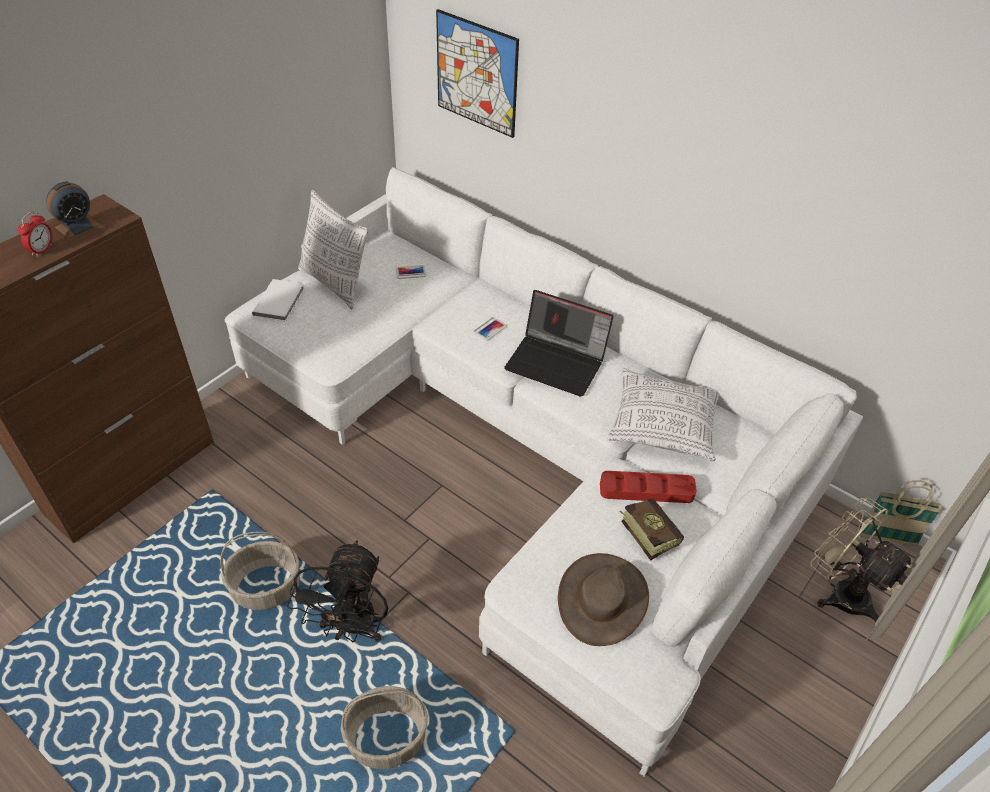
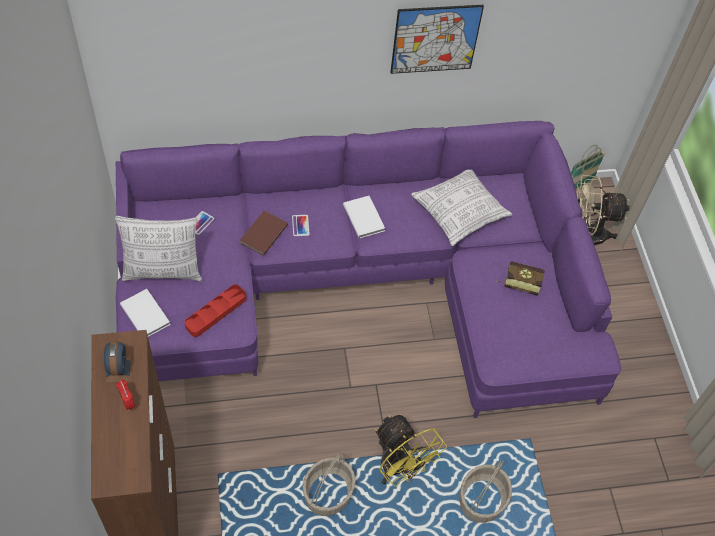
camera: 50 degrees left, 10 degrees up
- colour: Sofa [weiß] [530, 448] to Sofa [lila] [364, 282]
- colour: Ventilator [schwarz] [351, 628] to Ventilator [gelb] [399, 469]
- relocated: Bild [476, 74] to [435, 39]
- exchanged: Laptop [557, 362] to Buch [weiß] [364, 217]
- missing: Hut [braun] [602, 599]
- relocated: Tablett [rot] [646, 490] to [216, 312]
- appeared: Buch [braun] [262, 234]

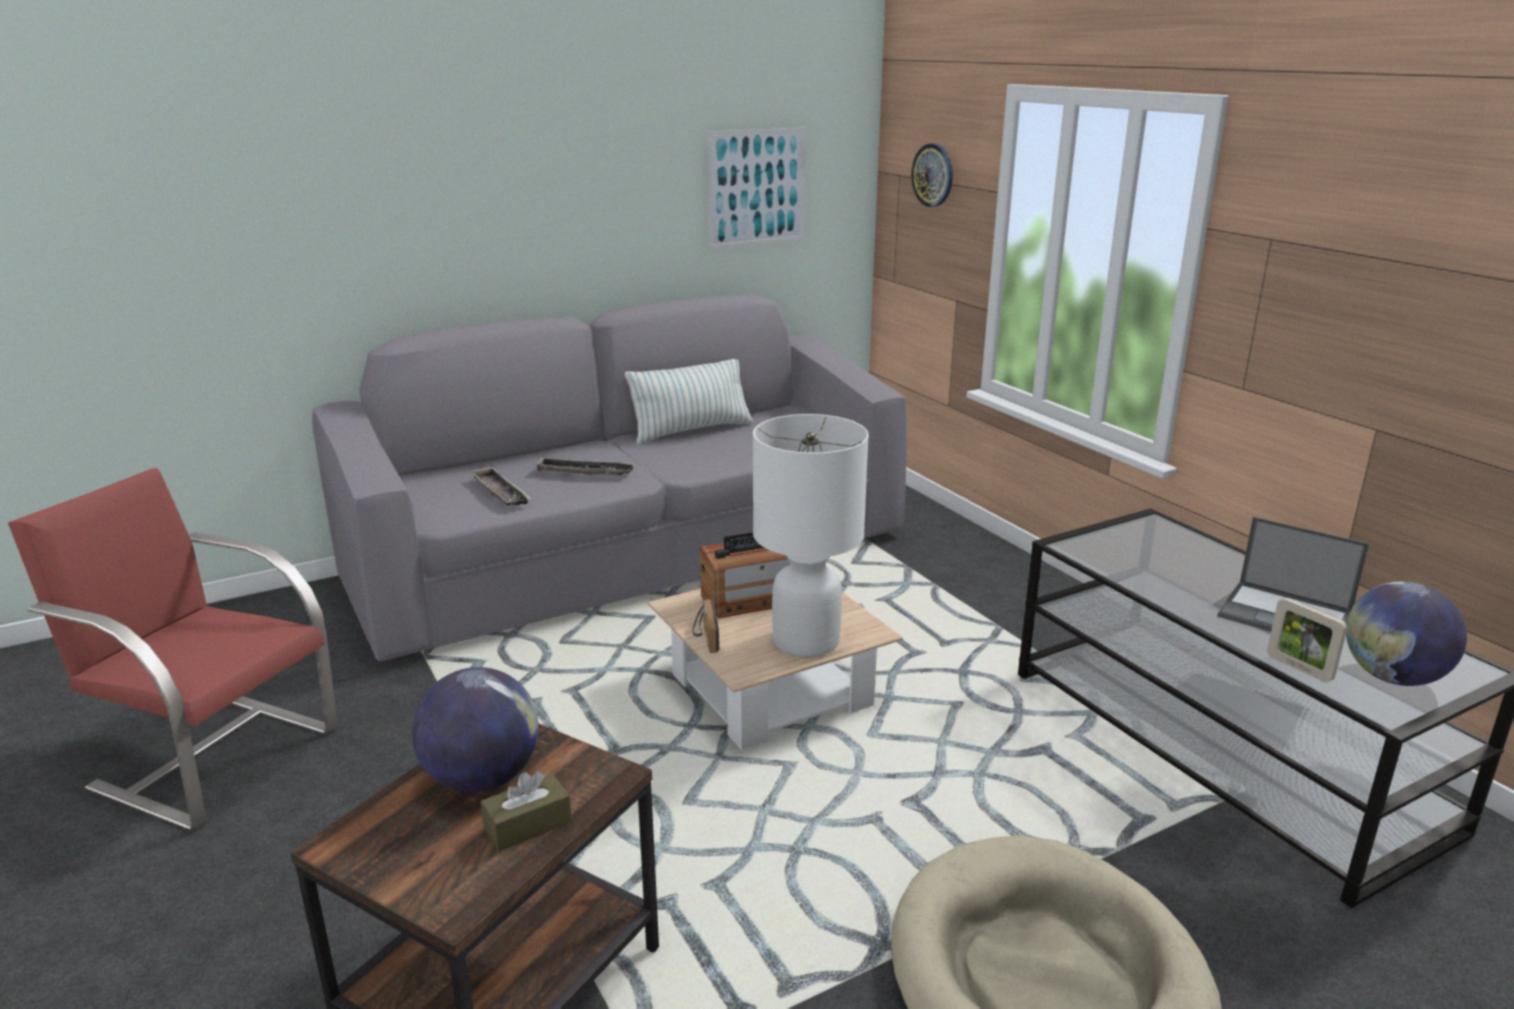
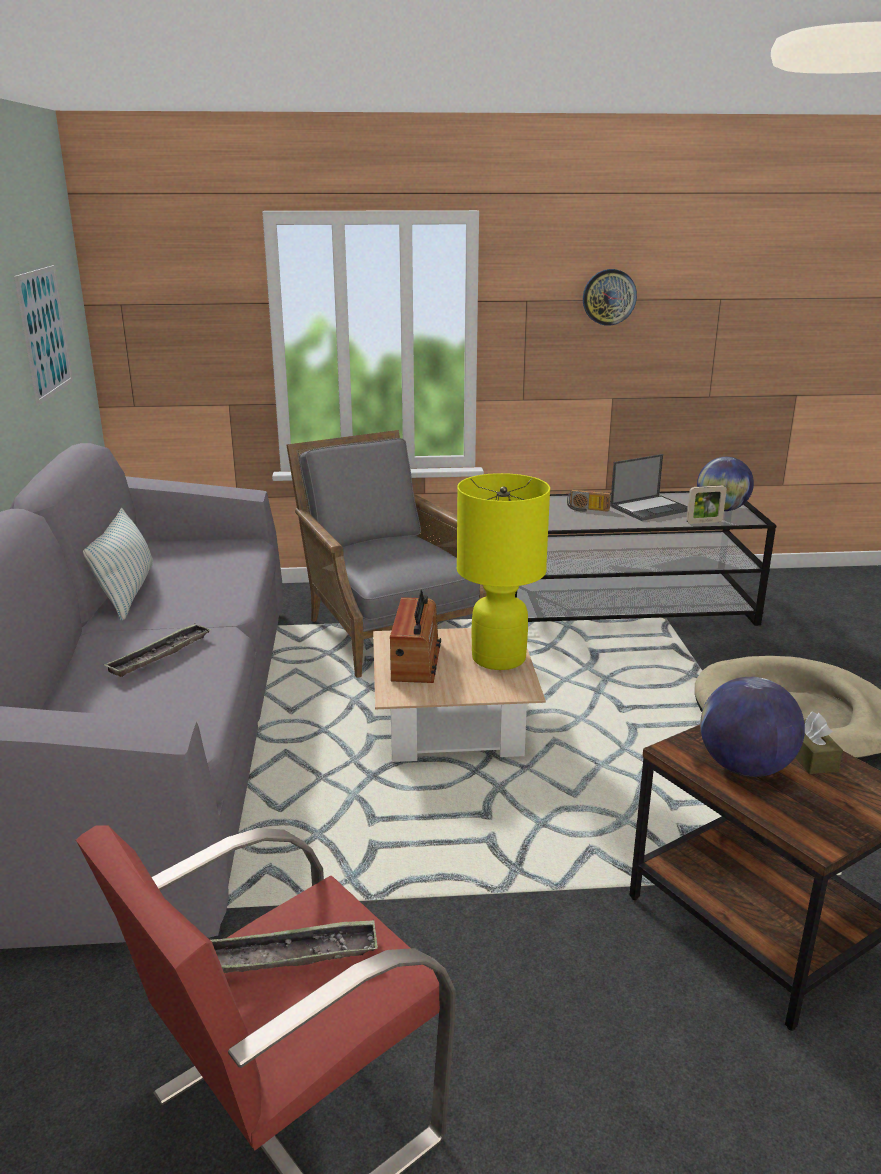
camera: 65 degrees left, 0 degrees up
- relocated: Tablett [500, 492] to [288, 956]
- relocated: Radio [704, 636] to [587, 510]
- colour: Tischlampe [weiß] [806, 642] to Tischlampe [gelb] [499, 658]
- relocated: Wanduhr [933, 175] to [609, 297]
- appeared: Sessel [grau] [385, 627]

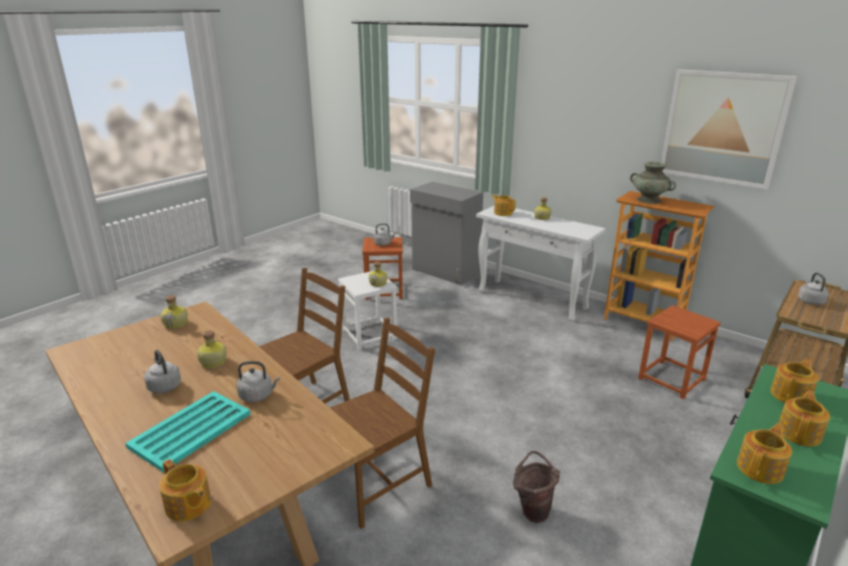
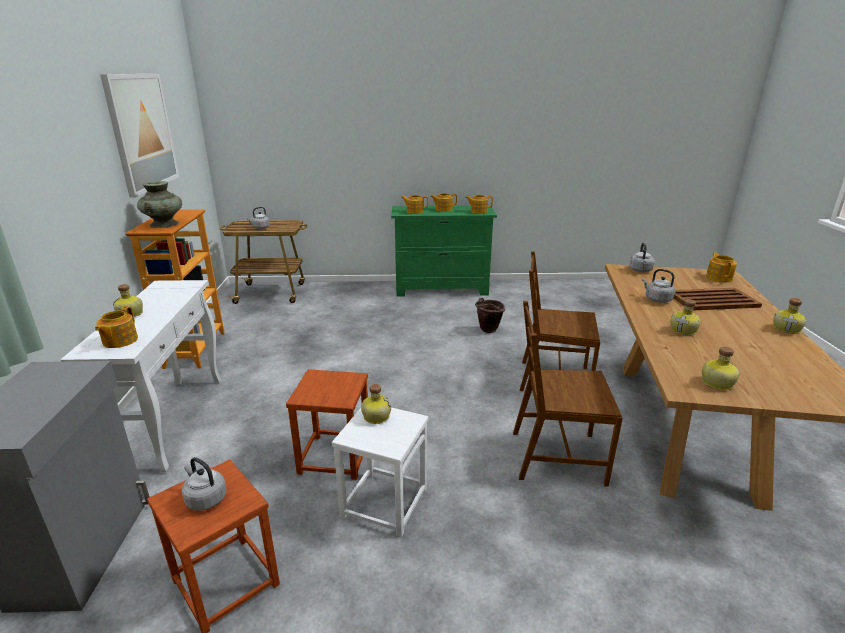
camera: 130 degrees left, 0 degrees up
- colour: Tablett [türkis] [192, 430] to Tablett [braun] [712, 300]
- relocated: Wasserkessel [grau] [164, 386] to [640, 270]
- relocated: Hocker [braun] [671, 379] to [334, 457]
- appeared: Flasche [787, 329]

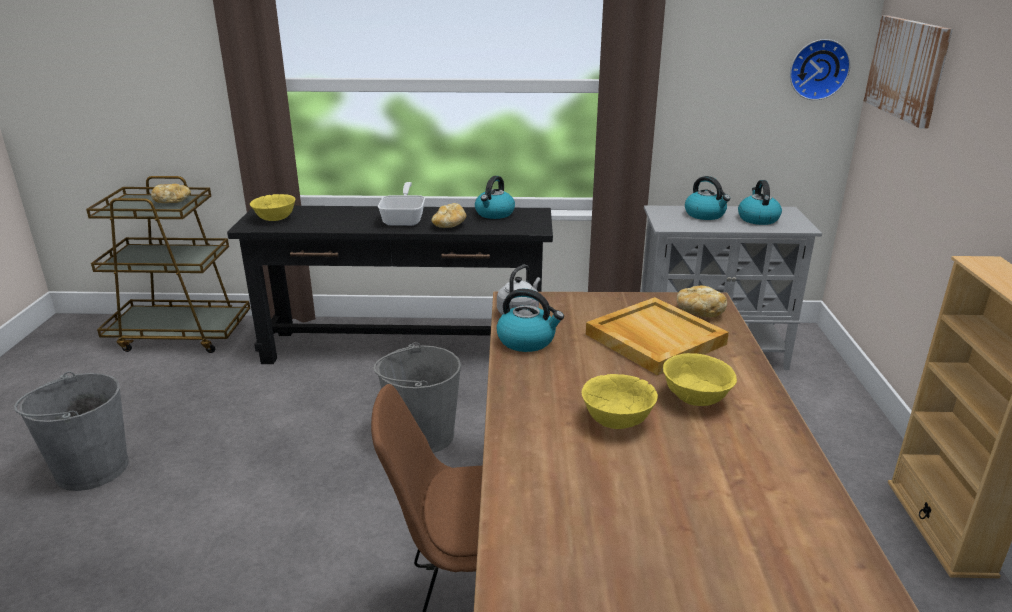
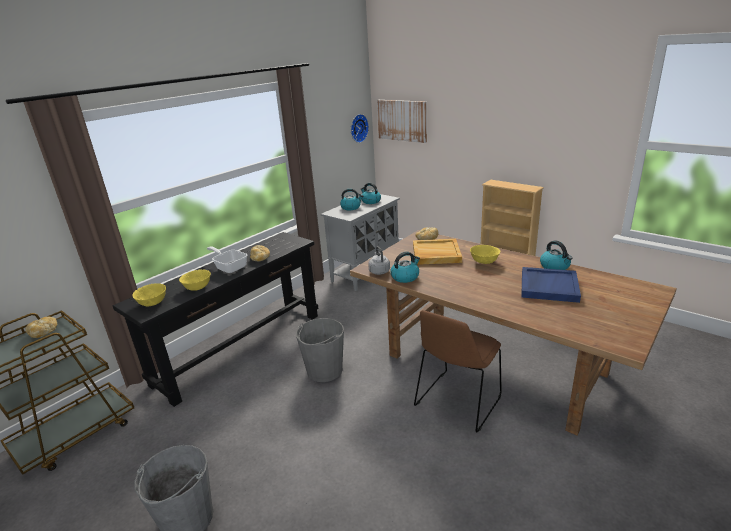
camera: 50 degrees left, 0 degrees up
- relocated: Wasserkessel [494, 214] to [555, 267]
- relocated: Schüssel [gelb] [616, 420] to [197, 288]
- appeared: Tablett [blau] [548, 286]

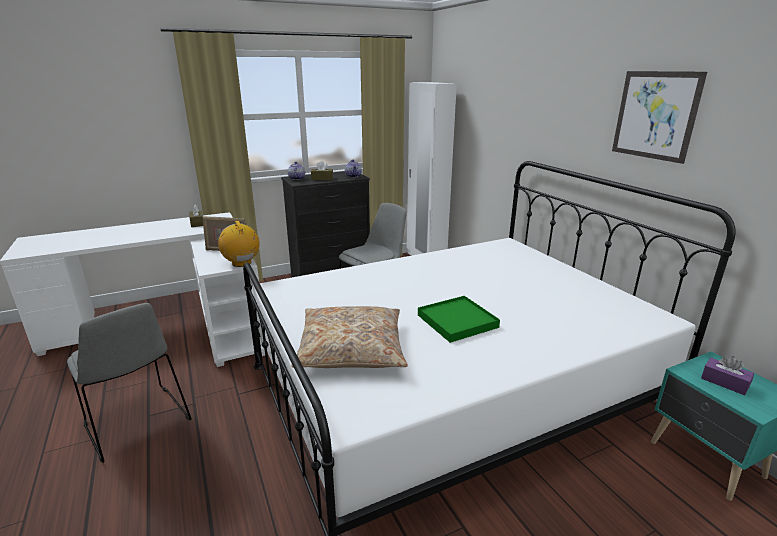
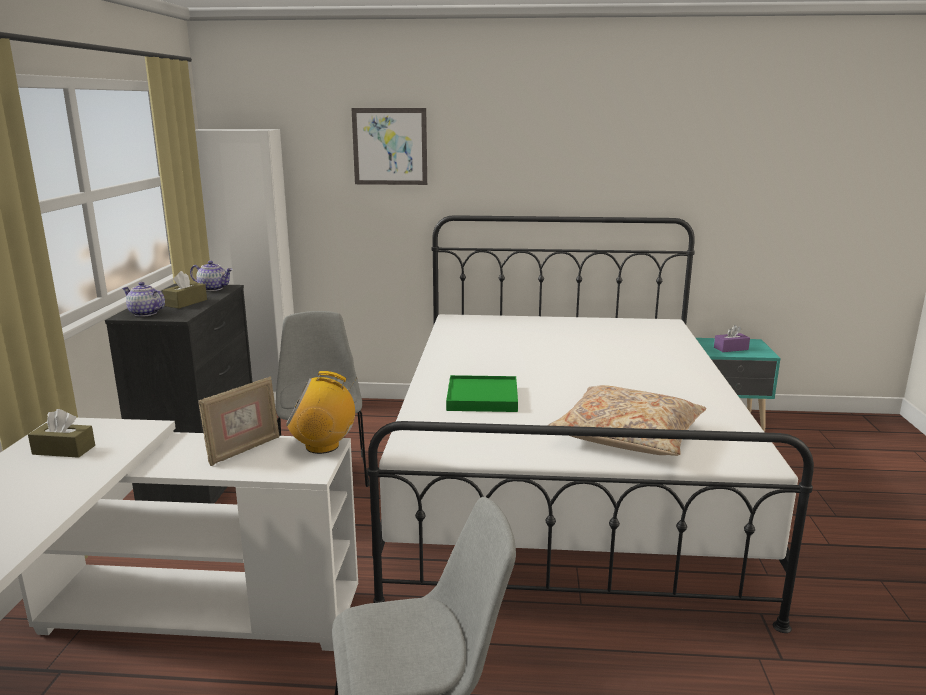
camera: 60 degrees left, 5 degrees down
- relocated: Tablett [grün] [457, 321] to [482, 398]
- relocated: Bild [655, 115] to [390, 146]

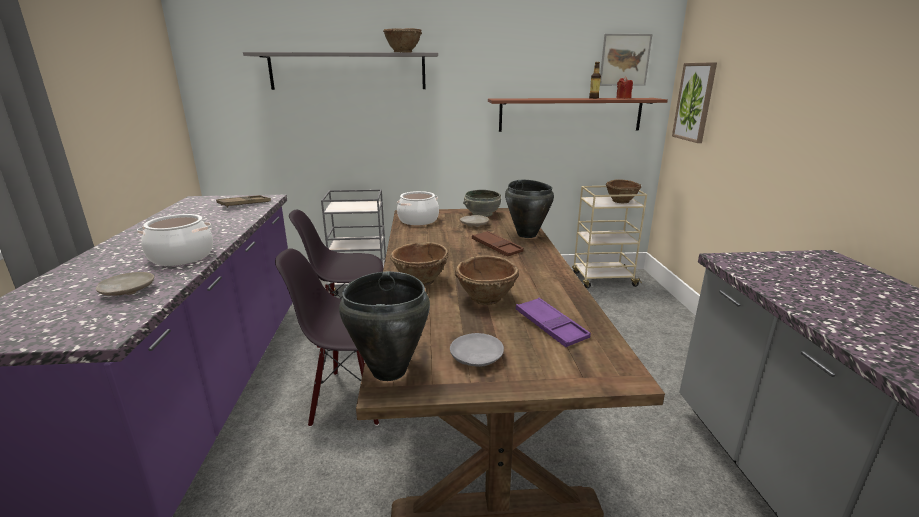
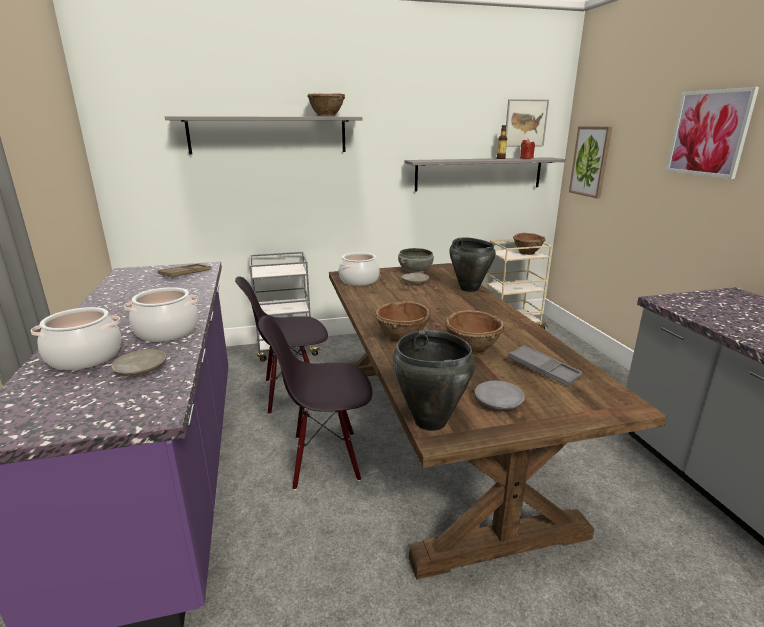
camera: 10 degrees left, 0 degrees up
- missing: Tablett [braun] [496, 247]
- colour: Wandregal [braun] [570, 114] to Wandregal [grau] [479, 174]
- colour: Tablett [lila] [551, 326] to Tablett [grau] [543, 370]
- appeared: Kochtopf [84, 357]
- appeared: Bild [709, 133]

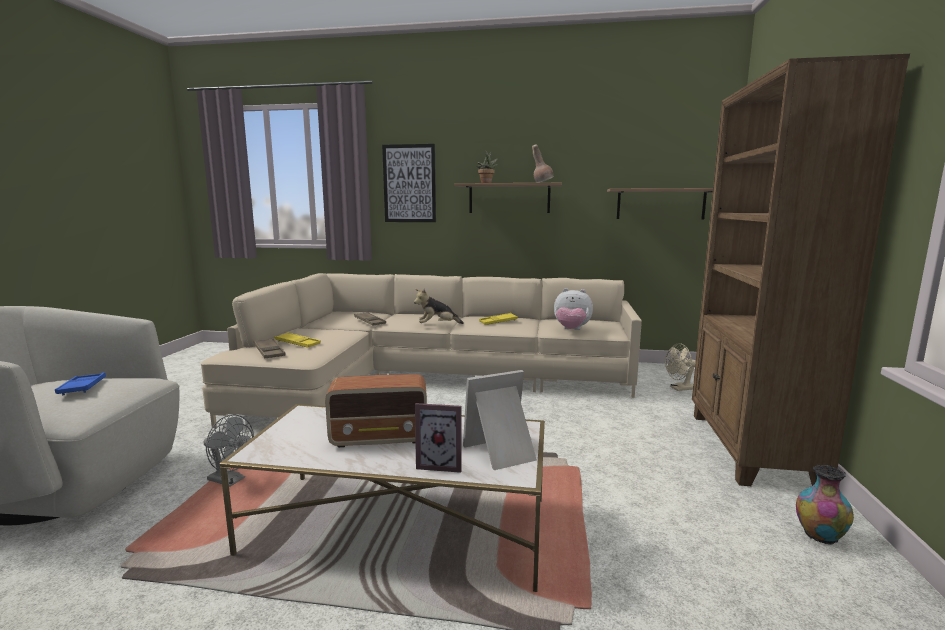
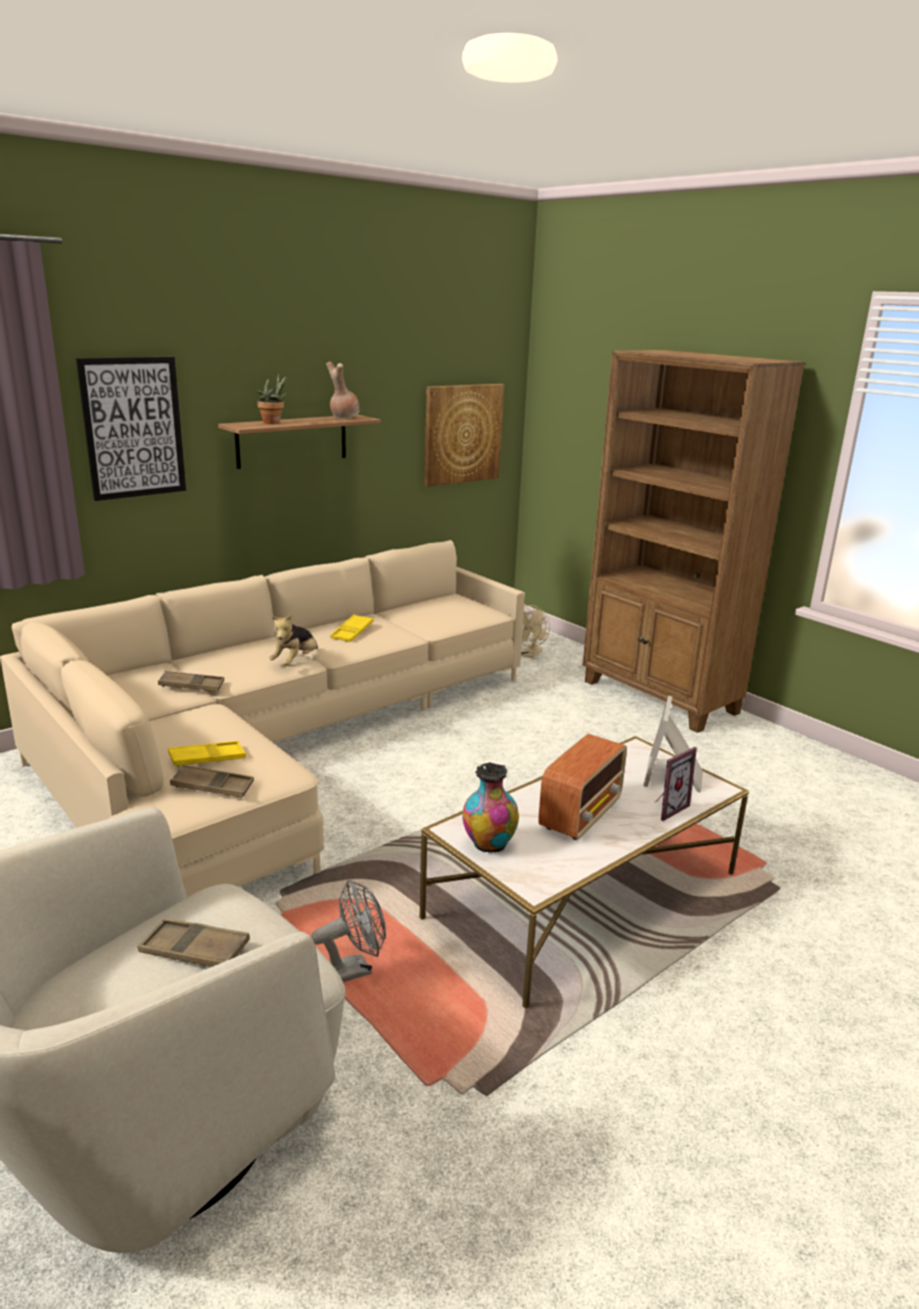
camera: 50 degrees left, 10 degrees up
- colour: Tablett [blau] [82, 387] to Tablett [braun] [194, 950]
- missing: Plüschtier [571, 330]
- exchanged: Wandregal [660, 204] to Bild [462, 434]
- relocated: Vase [819, 535] to [488, 844]

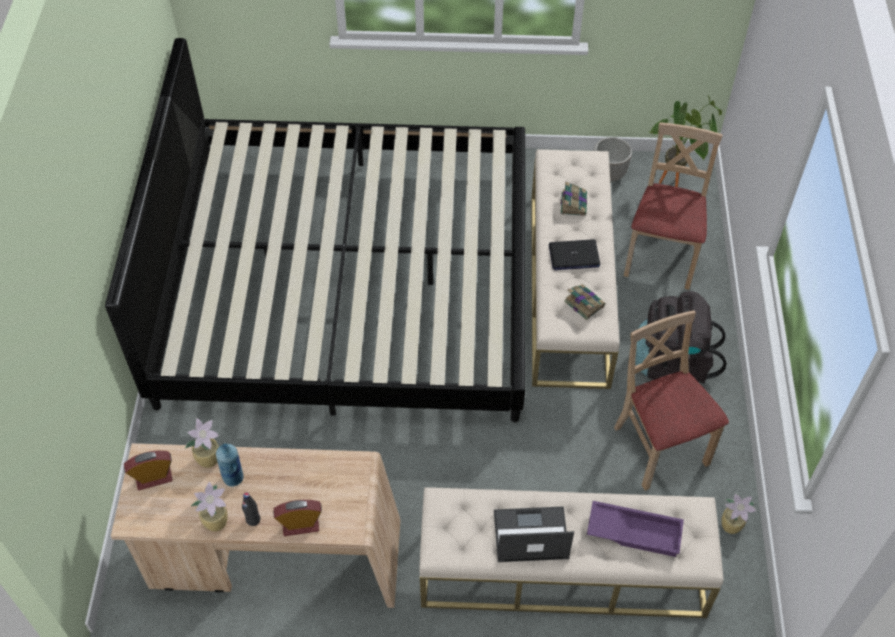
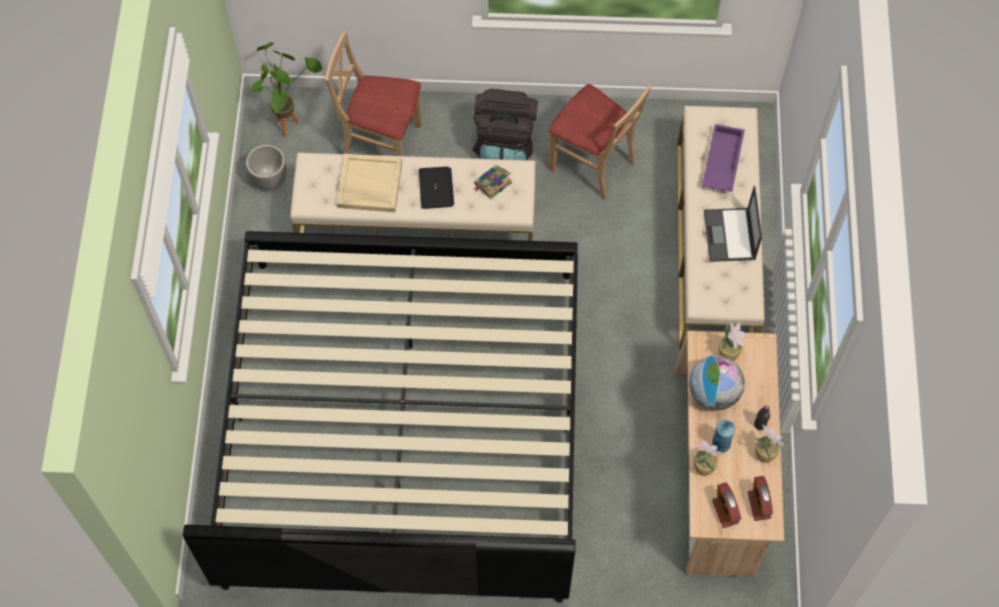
camera: 90 degrees left, 10 degrees up
- relocated: Wecker [300, 525] to [759, 505]
- exchanged: Buch [573, 203] to Tablett [beige] [369, 185]
- spun: Stuhl [beige] [659, 447] = [593, 164] 120 degrees counterclockwise
- relocated: Topfpflanze [732, 526] to [728, 353]
- appeared: Globus [713, 393]

